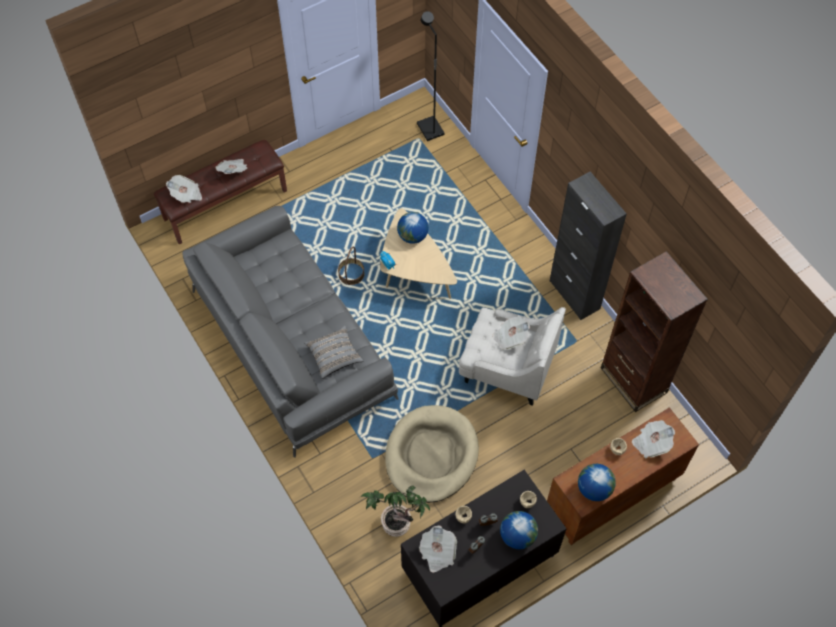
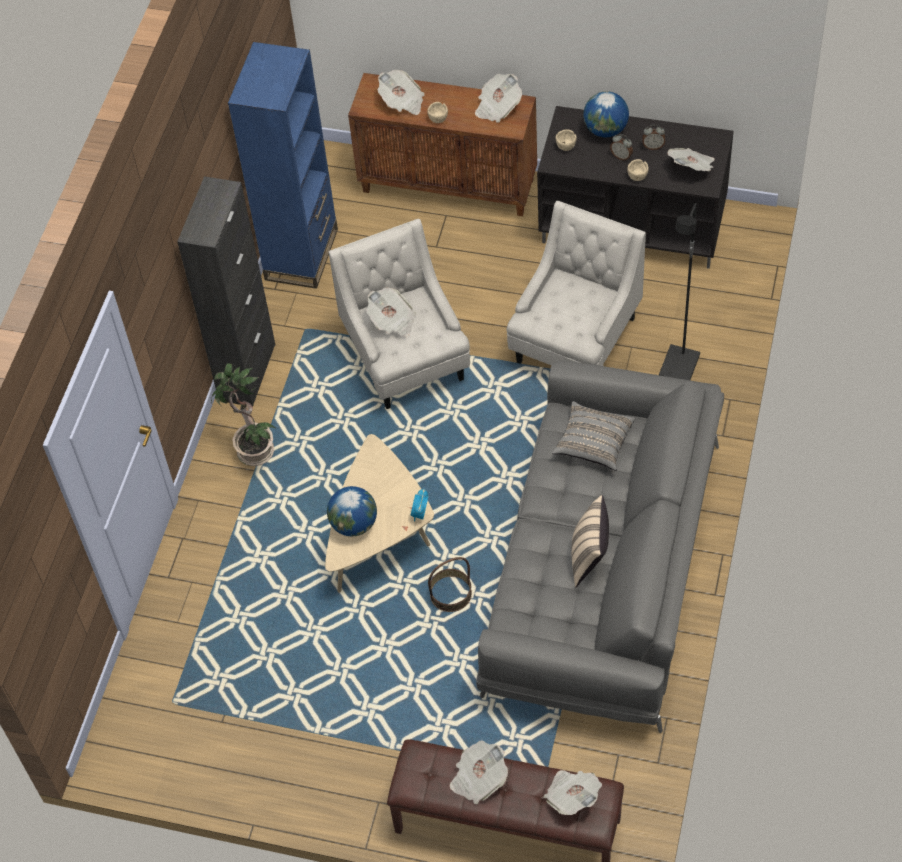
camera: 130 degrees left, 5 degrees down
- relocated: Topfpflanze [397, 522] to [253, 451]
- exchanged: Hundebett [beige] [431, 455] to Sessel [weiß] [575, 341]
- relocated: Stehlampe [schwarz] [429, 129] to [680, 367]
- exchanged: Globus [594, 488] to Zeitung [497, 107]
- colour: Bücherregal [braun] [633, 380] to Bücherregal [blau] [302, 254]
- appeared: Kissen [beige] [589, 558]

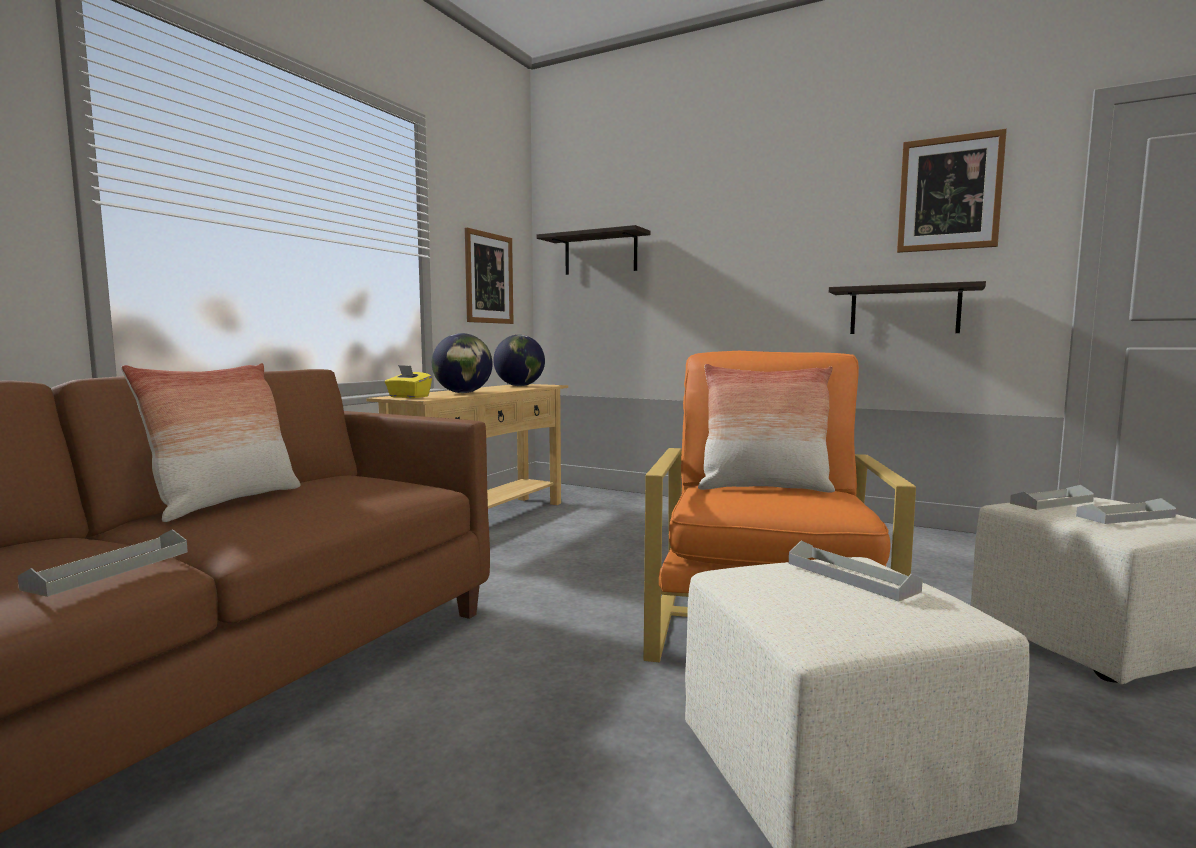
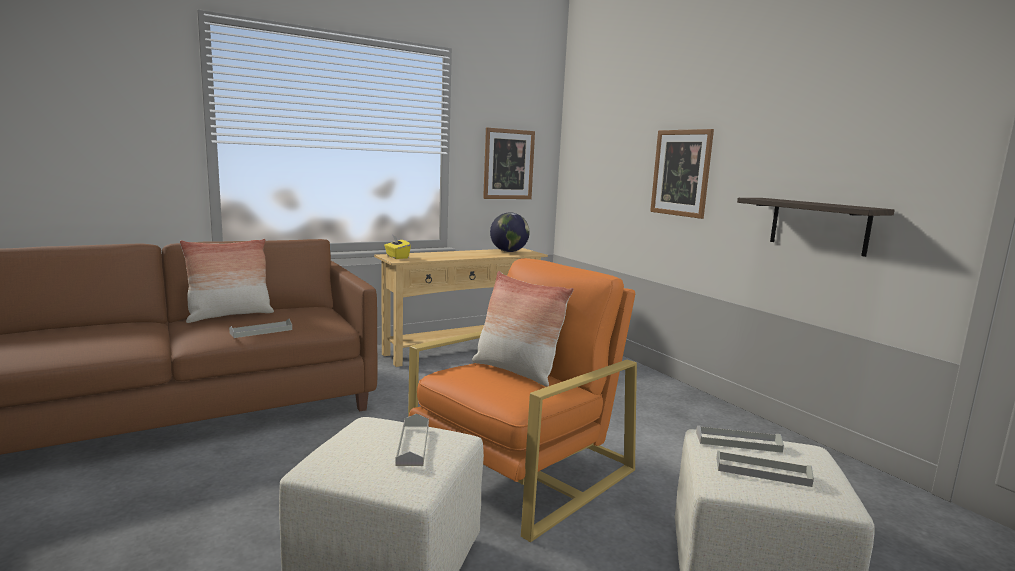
camera: 30 degrees right, 5 degrees up
- relocated: Tablett [grau] [110, 569] to [261, 331]
- missing: Globus [463, 393]
- missing: Wandregal [600, 253]
- relocated: Bild [949, 193] to [681, 173]

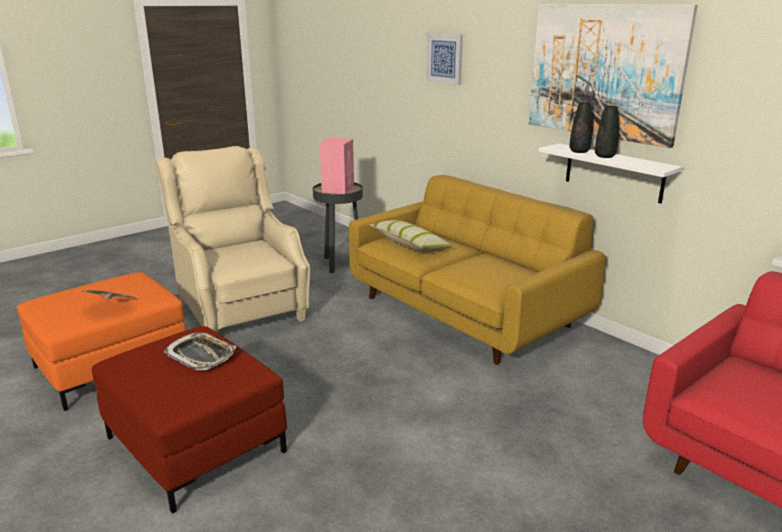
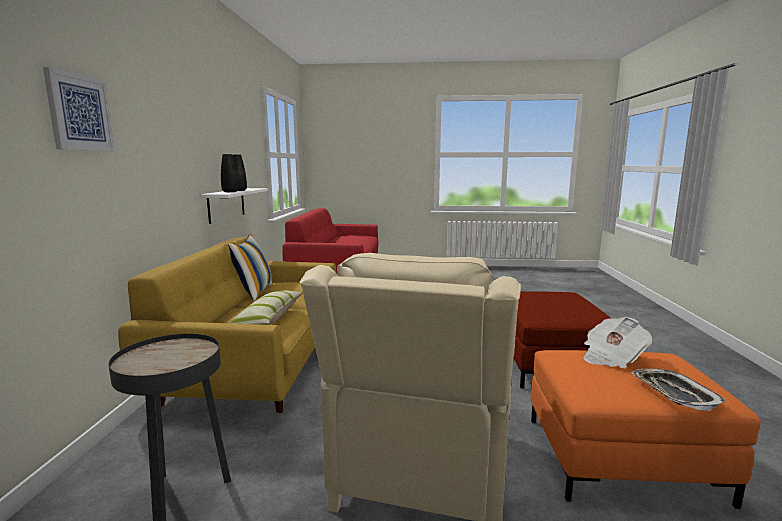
camera: 135 degrees left, 10 degrees down
- relocated: Tablett [201, 355] to [674, 393]
- missing: Lautsprecher [rosa] [338, 189]
- missing: Bild [604, 71]
- appeared: Kissen [254, 291]

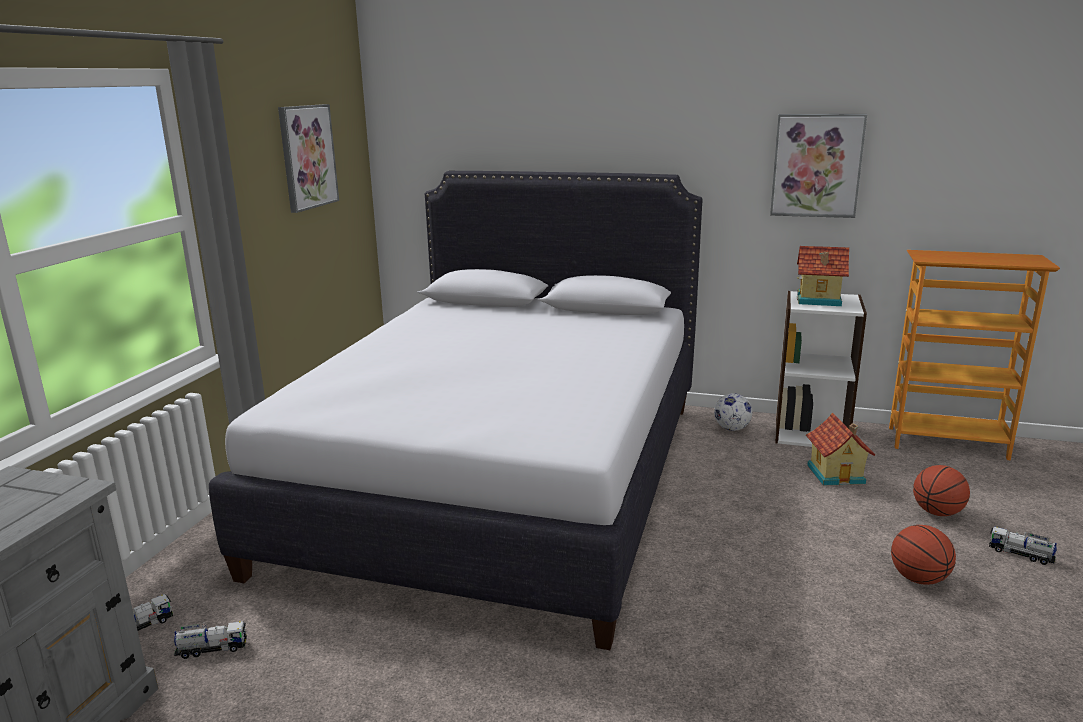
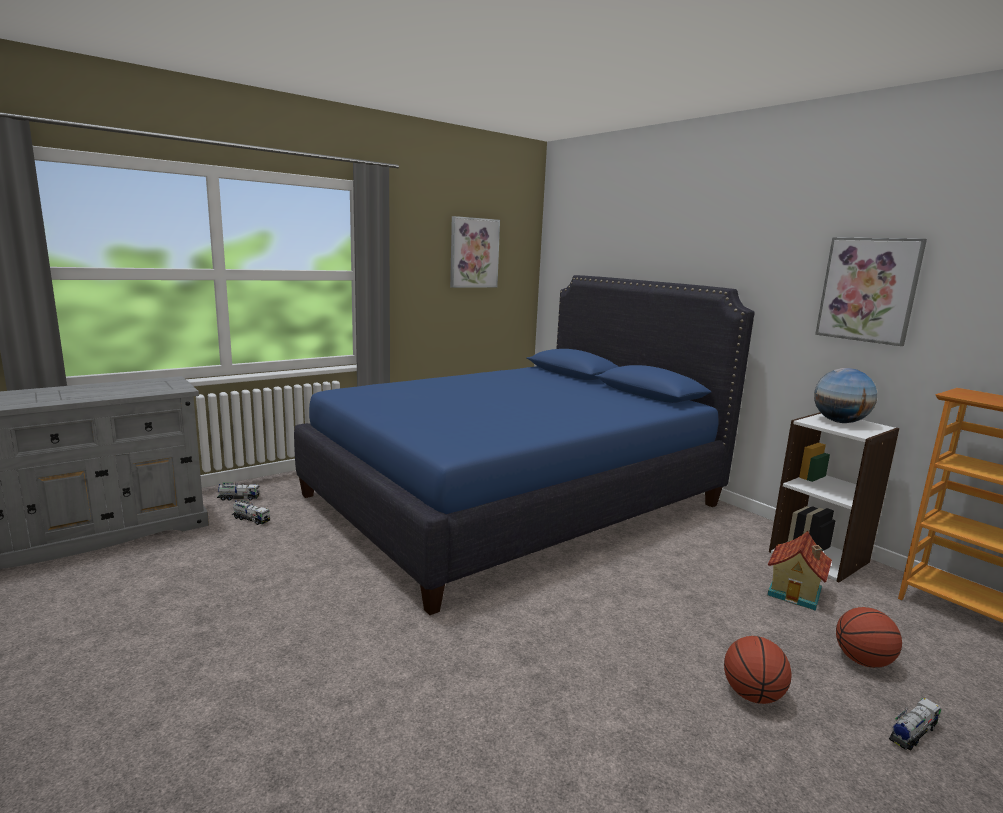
camera: 35 degrees right, 5 degrees down
- colour: Bett [weiß] [502, 478] to Bett [blau] [514, 499]
- missing: Fußball [732, 429]
- exchanged: Spielzeughaus [819, 300] to Globus [839, 422]
- spun: Spielzeuglaster [1020, 554] = [912, 733] 75 degrees clockwise

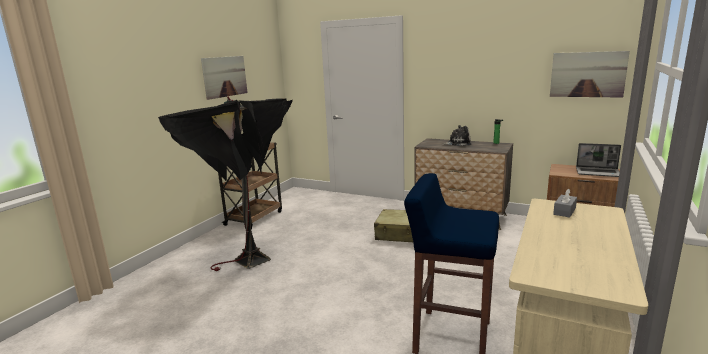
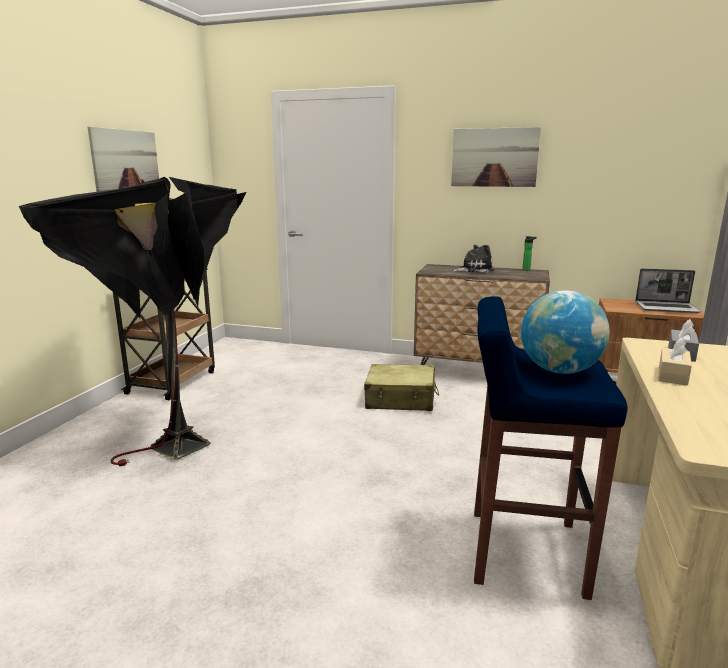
camera: 10 degrees left, 0 degrees up
- relocated: Bild [587, 74] to [494, 157]
- appeared: Globus [559, 371]
- appeared: Taschentuchbox [beige] [672, 375]

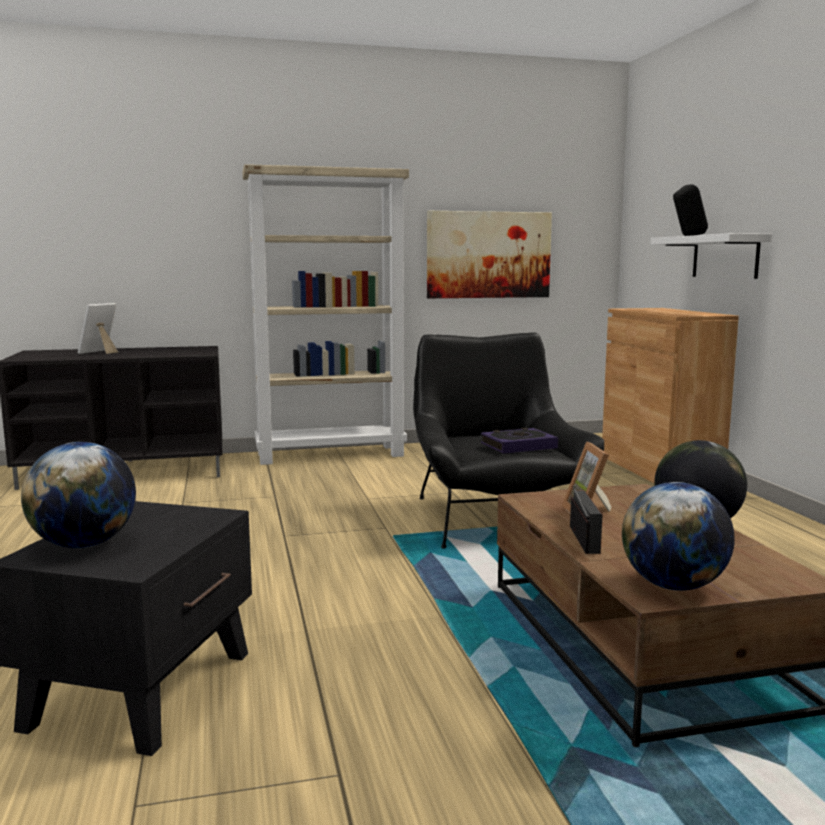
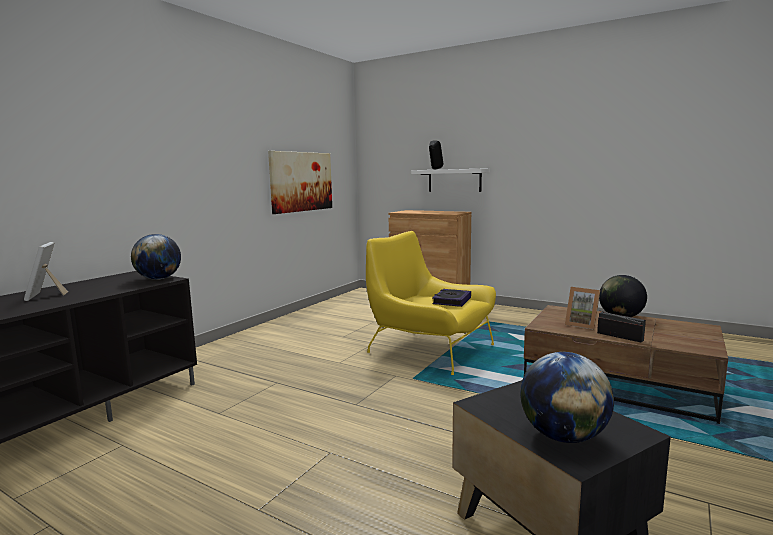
camera: 45 degrees left, 0 degrees up
- missing: Bücherregal [beige] [331, 454]
- colour: Sessel [schwarz] [495, 517] to Sessel [gelb] [429, 349]
- relocated: Globus [673, 586] to [158, 279]

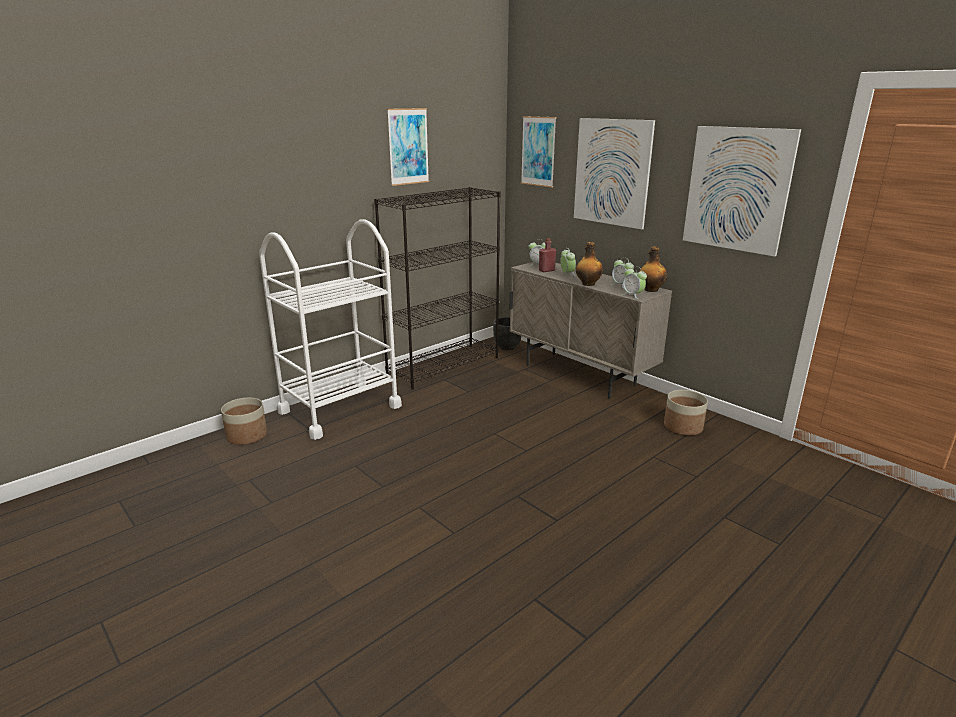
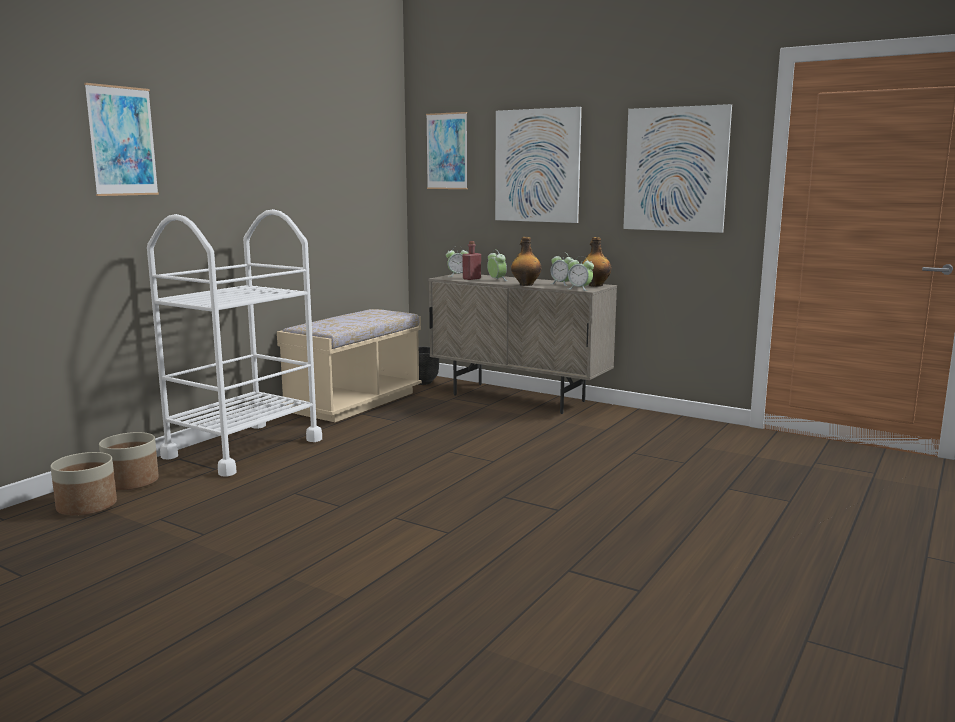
camera: 15 degrees left, 10 degrees down
- exchanged: Bücherregal [schwarz] [444, 365] to Bank [beige] [354, 402]
- relocated: Bild [408, 146] to [122, 141]
- relocated: Pflanzkübel [683, 427] to [87, 506]

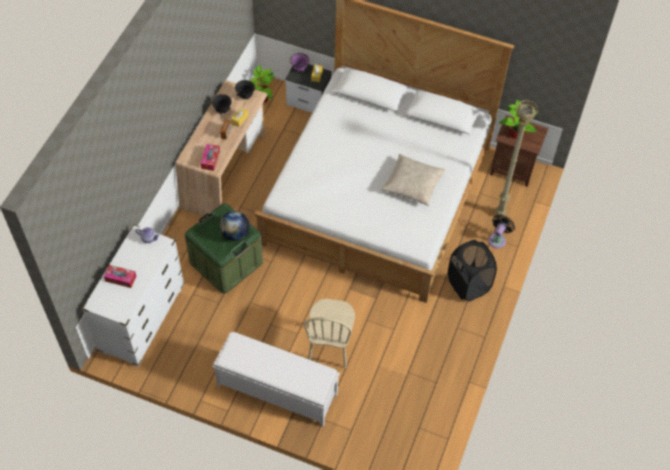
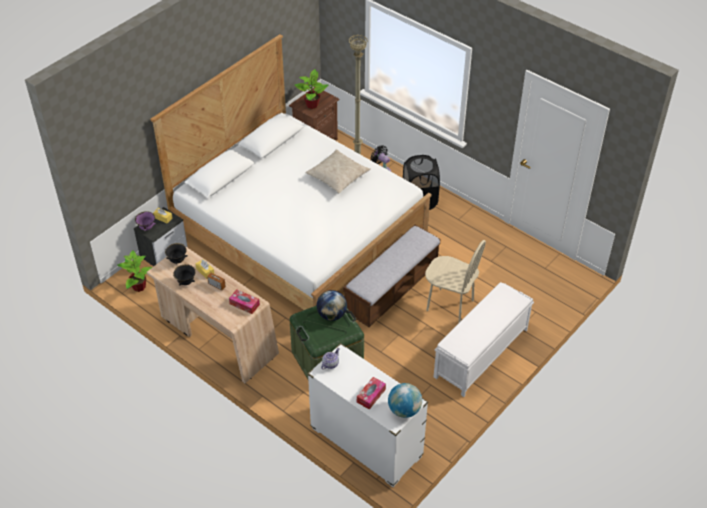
camera: 70 degrees left, 10 degrees down
- appeared: Bank [392, 289]
- appeared: Globus [404, 410]

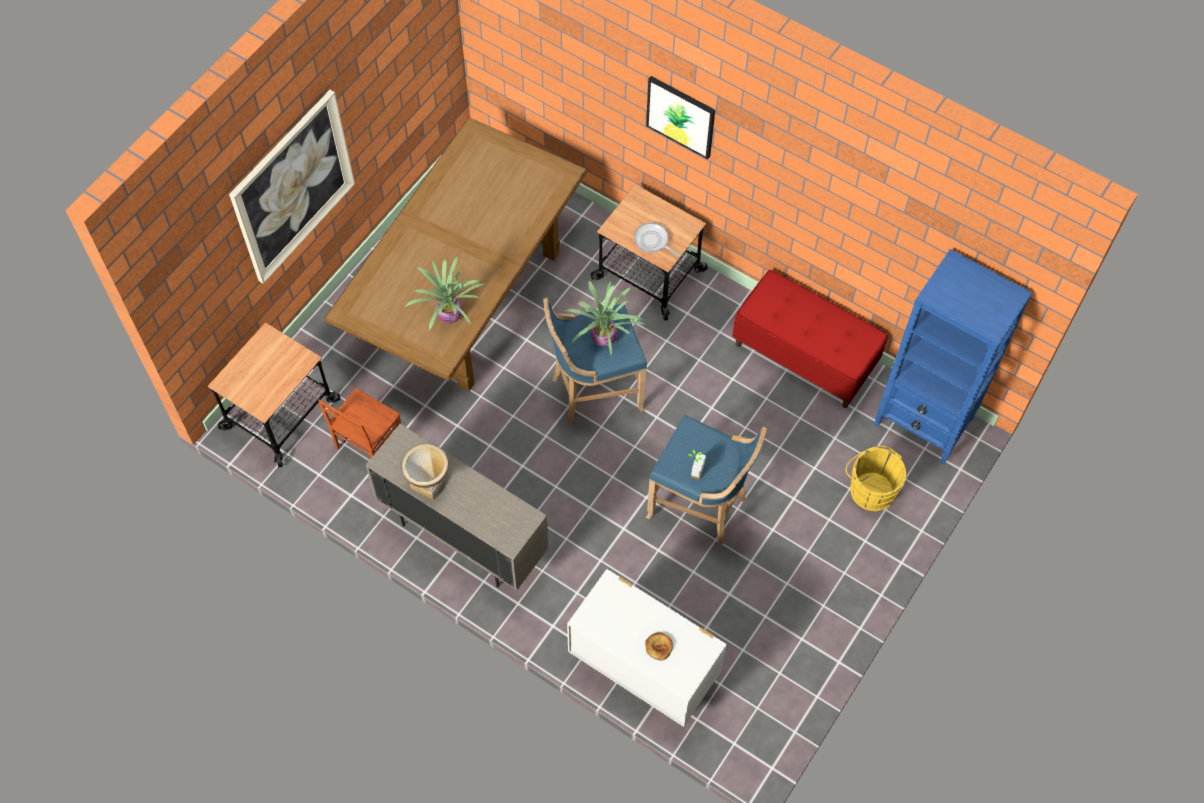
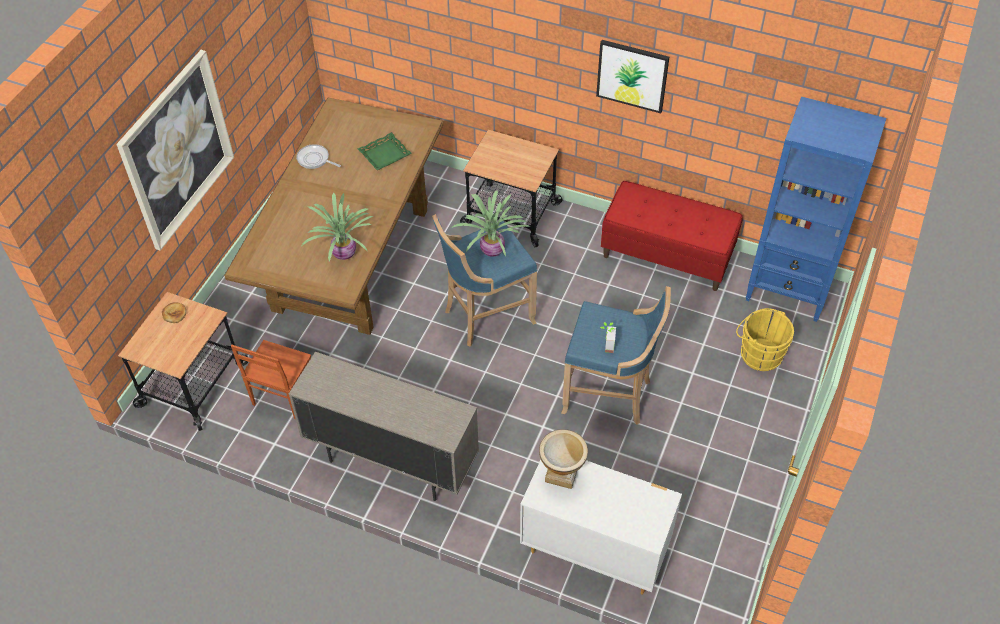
camera: 10 degrees left, 10 degrees down
- relocated: Vase [428, 484] to [561, 474]
- relocated: Pfanne [653, 241] to [315, 159]
- relocated: Brot [658, 646] to [174, 314]
- relocated: Bild [681, 116] to [632, 75]
- appeared: Tablett [grün] [385, 155]

